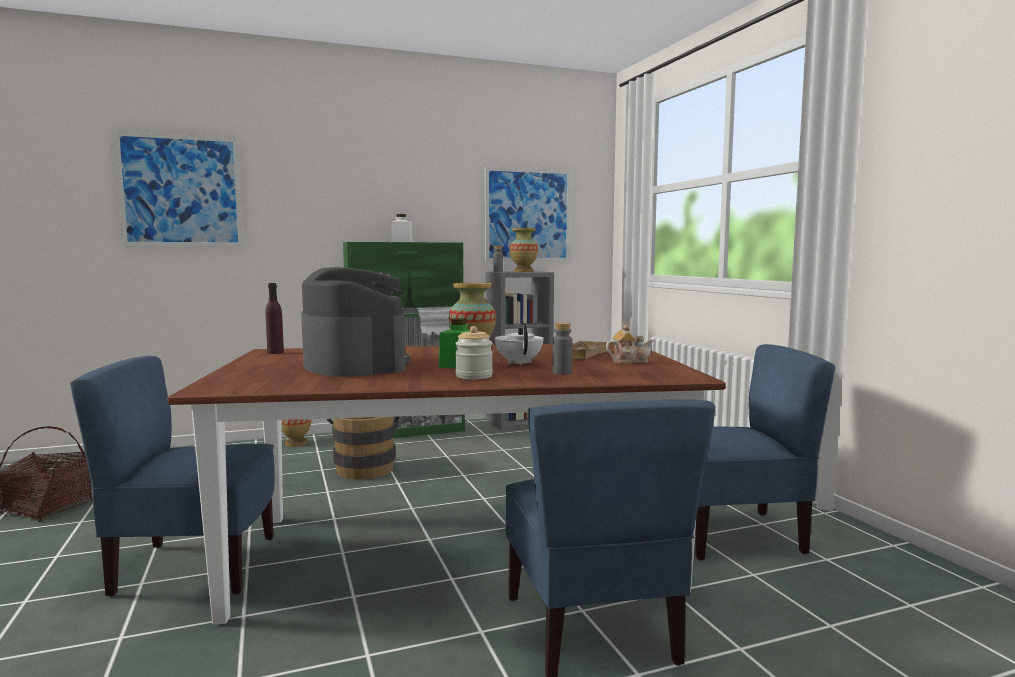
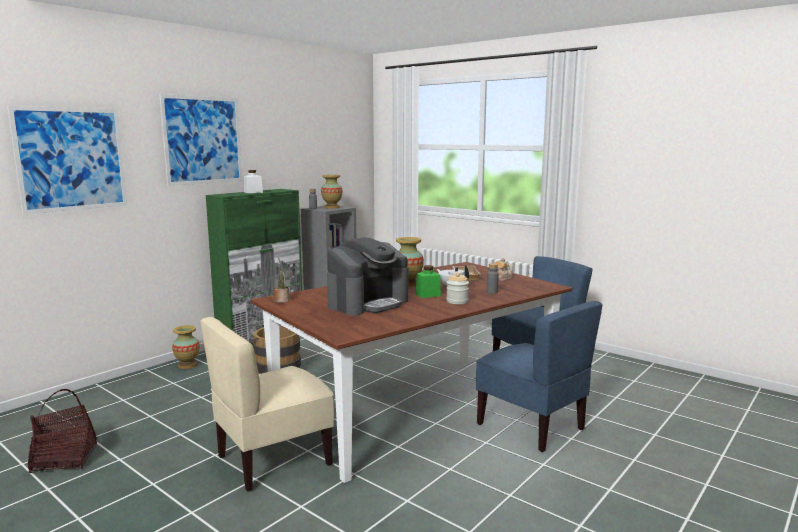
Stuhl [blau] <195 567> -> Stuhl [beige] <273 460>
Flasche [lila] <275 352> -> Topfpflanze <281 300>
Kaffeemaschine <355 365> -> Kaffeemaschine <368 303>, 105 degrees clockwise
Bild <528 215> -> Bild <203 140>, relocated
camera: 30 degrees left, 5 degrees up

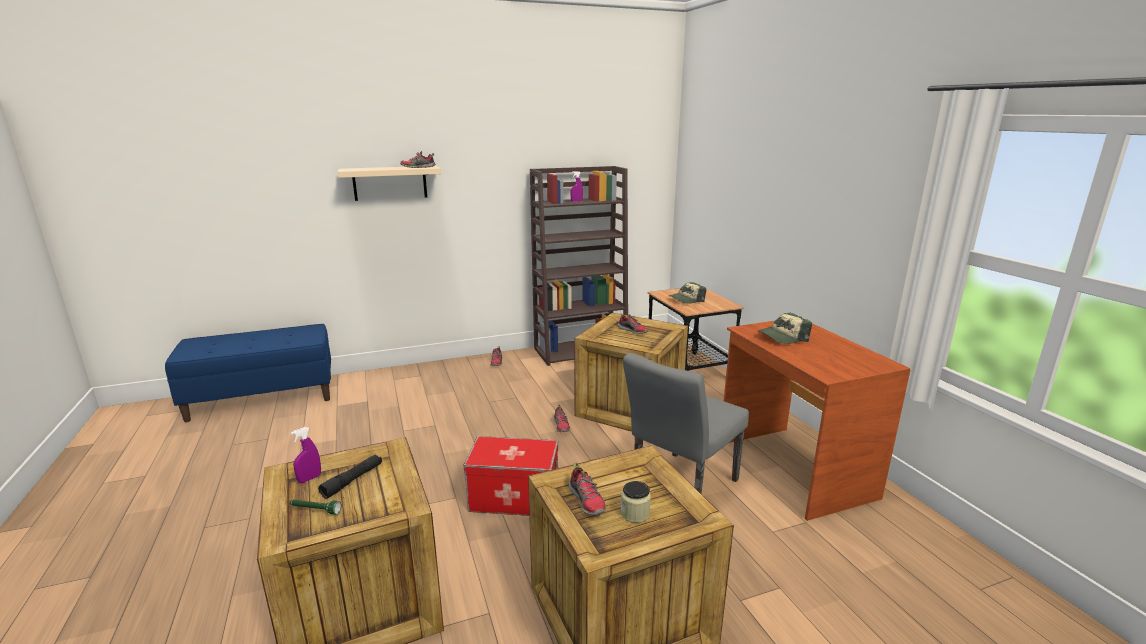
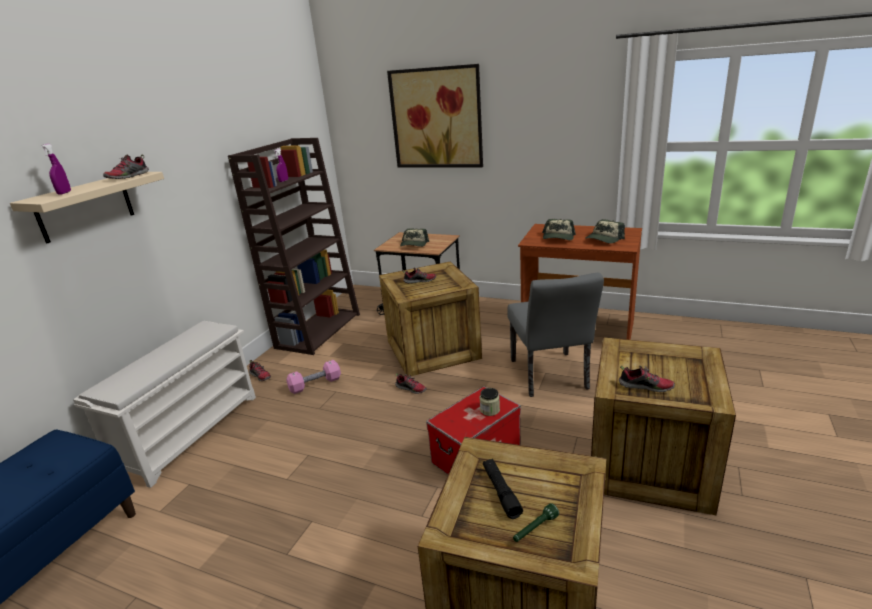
Sprühflasche [lila] <309 478> -> Sprühflasche [lila] <64 193>, relocated
Vorratsglas <635 514> -> Vorratsglas <490 410>, relocated
none -> Schuhregal [weiß] <191 432>
none -> Hantel [rosa] <315 384>
none -> Bild <436 118>
none -> Kappe <604 239>
camera: 45 degrees left, 5 degrees up

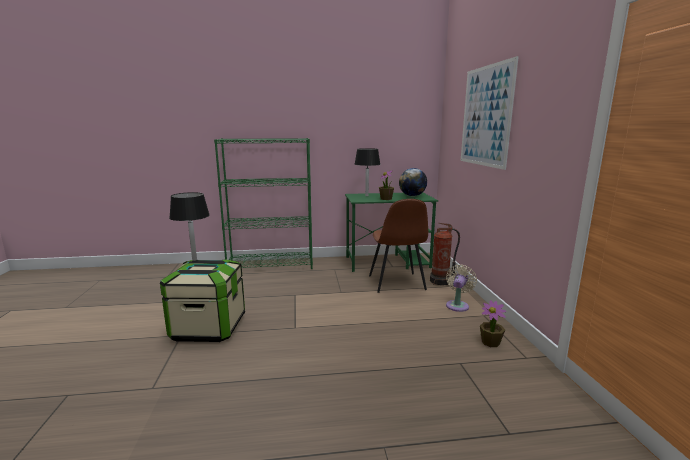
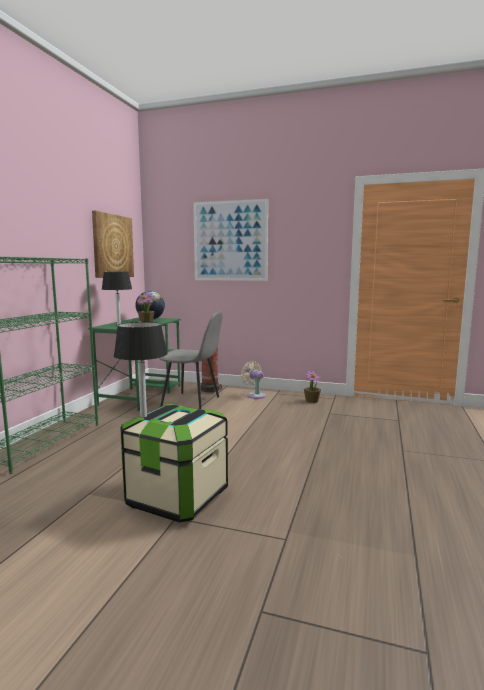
Stuhl [braun] <396 283> -> Stuhl [grau] <192 402>
none -> Bild <112 246>
camera: 65 degrees left, 5 degrees down

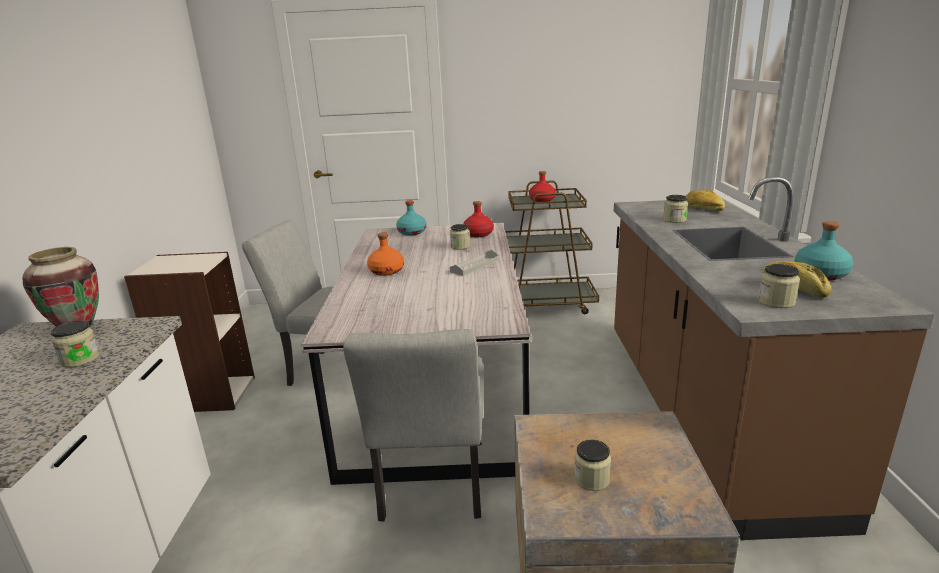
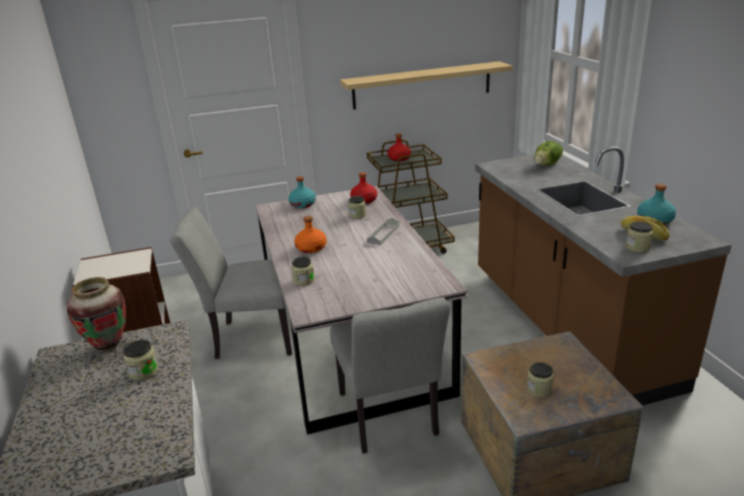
Vorratsglas <674 220> -> Vorratsglas <303 280>, relocated
Brot <702 209> -> Salatkopf <547 165>
none -> Wandregal <422 85>
camera: 15 degrees left, 5 degrees up

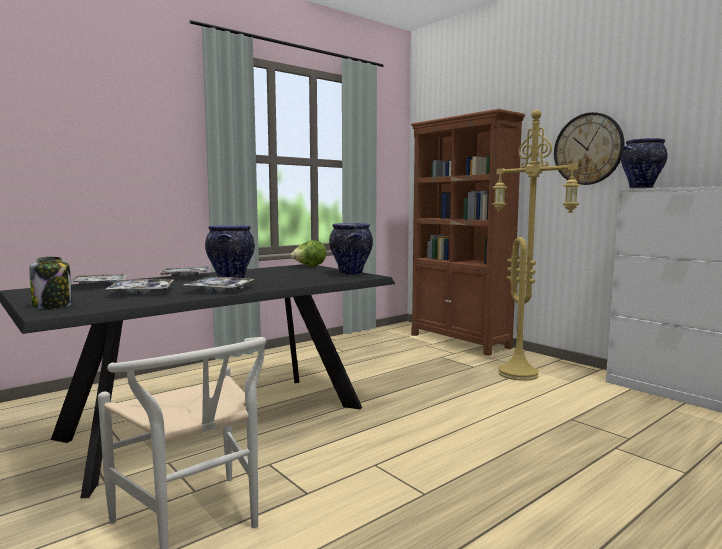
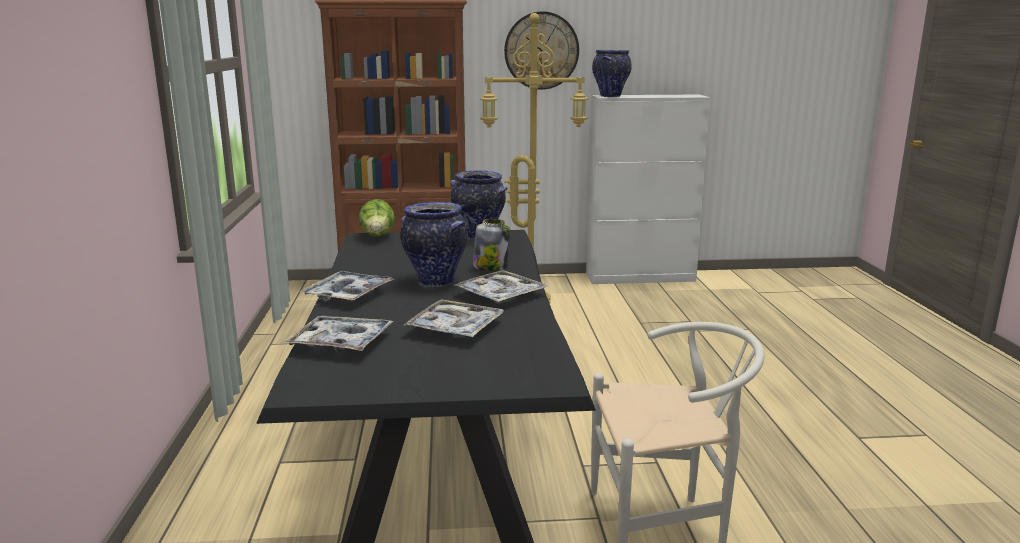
Vorratsglas <53 306> -> Vorratsglas <491 267>, relocated
camera: 55 degrees left, 10 degrees up

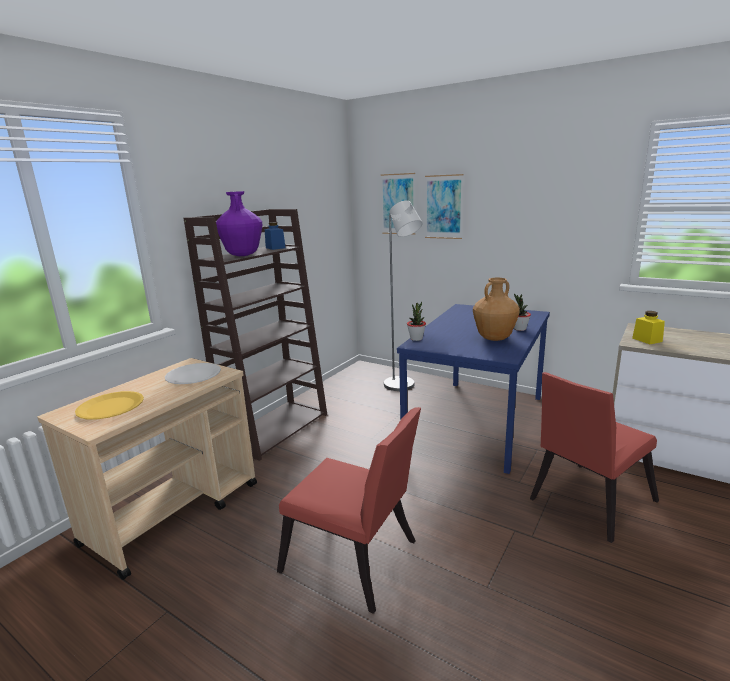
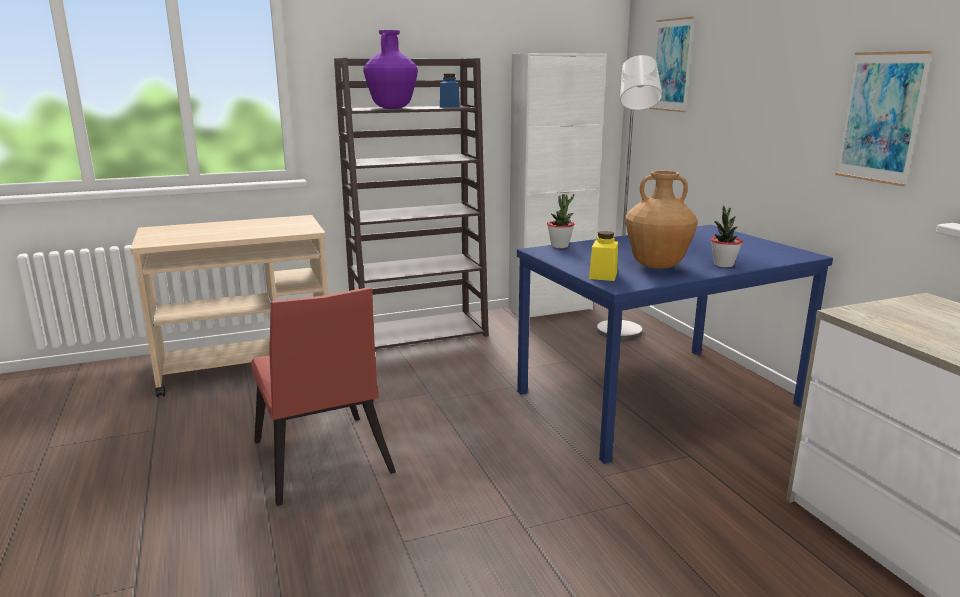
Teller [gelb] <110 407> -> none
Teller [weiß] <193 375> -> none
Bild <443 207> -> Bild <881 117>, relocated
Stuhl [rot] <587 502> -> none
Vorratsglas [gelb] <647 340> -> Vorratsglas [gelb] <603 275>, relocated
none -> Schrank [weiß] <550 308>
camera: 35 degrees right, 0 degrees up

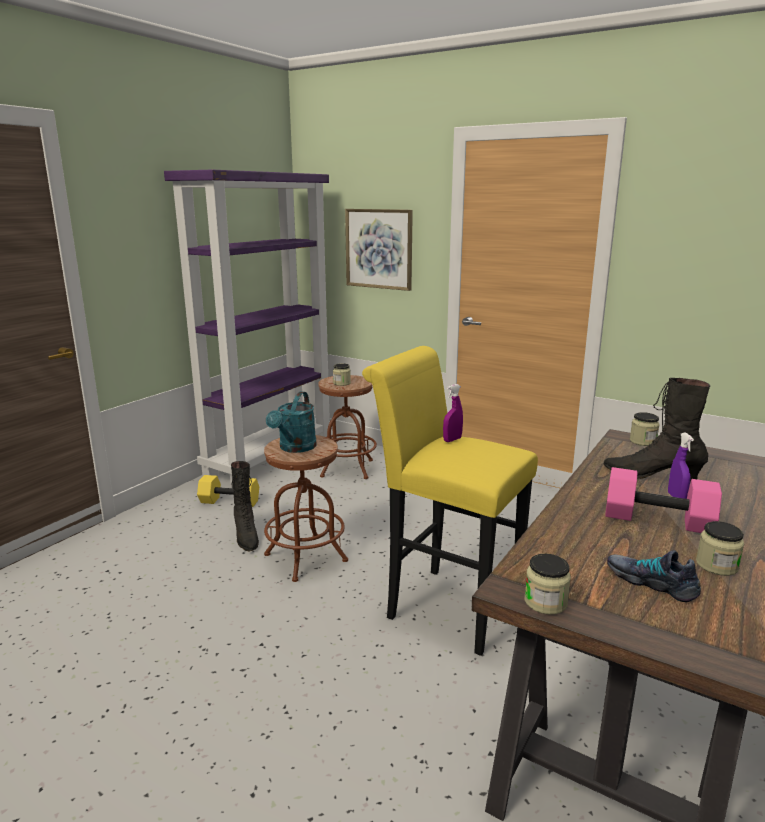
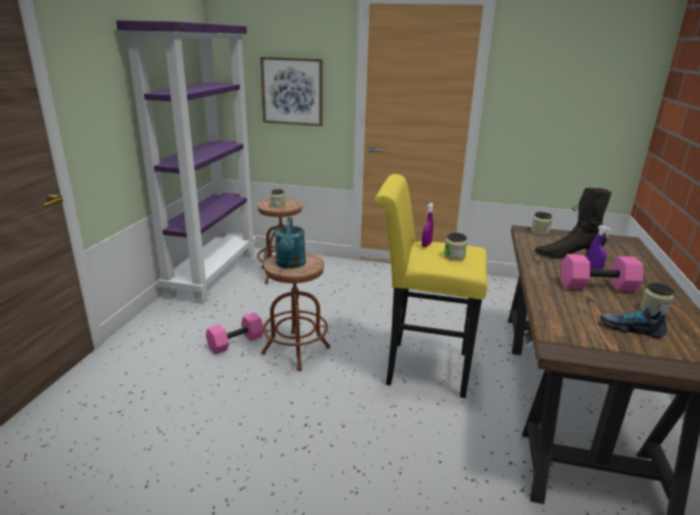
Hantel [gelb] <230 501> -> none
Stiefel [schwarz] <246 537> -> Hantel [rosa] <236 342>
Vorratsglas <545 602> -> Vorratsglas <454 256>, relocated
camera: 20 degrees left, 5 degrees up

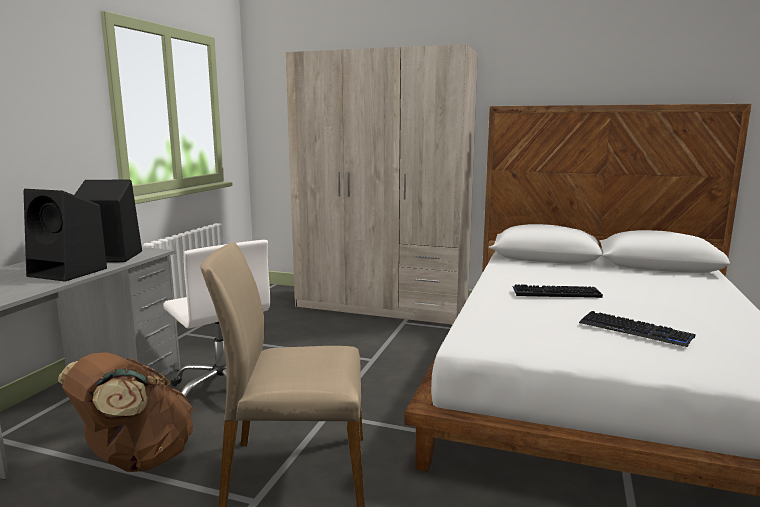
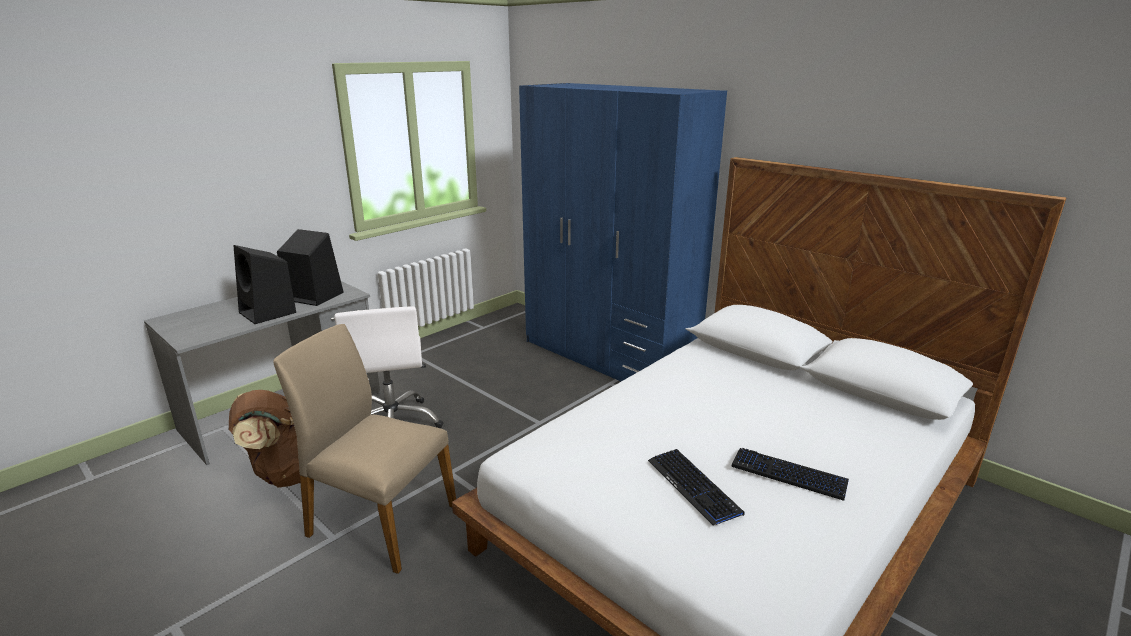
Kleiderschrank [beige] <382 306> -> Kleiderschrank [blau] <608 357>
Tastatur <555 293> -> Tastatur <788 474>, relocated
camera: 25 degrees right, 10 degrees up

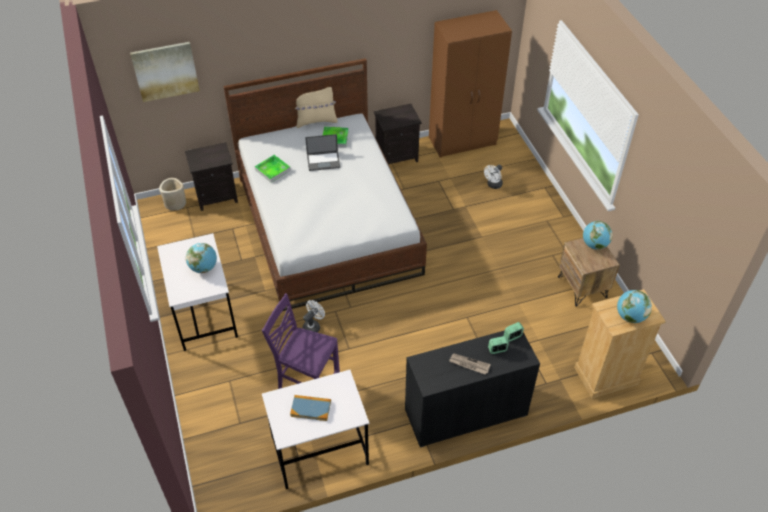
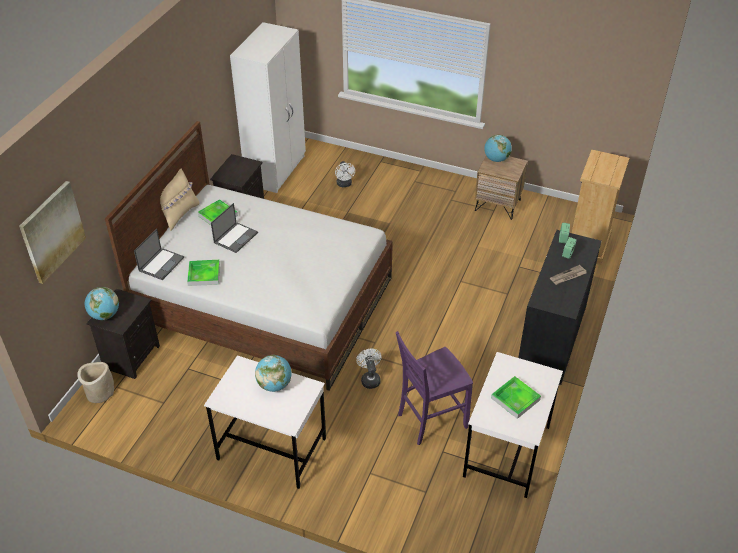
Buch <310 408> -> Tablett <515 399>
Kleiderschrank [braun] <463 141> -> Kleiderschrank [weiß] <276 170>
Globus <630 316> -> Globus <105 315>, relocated
none -> Laptop <161 263>
camera: 50 degrees left, 5 degrees down

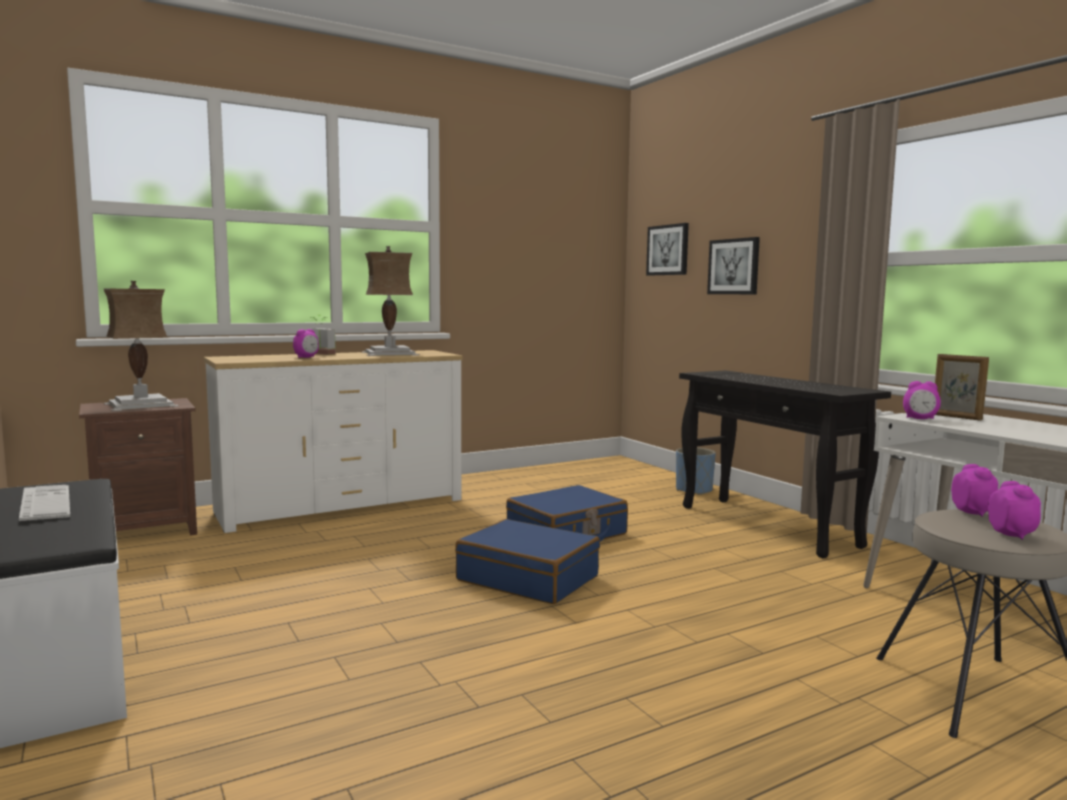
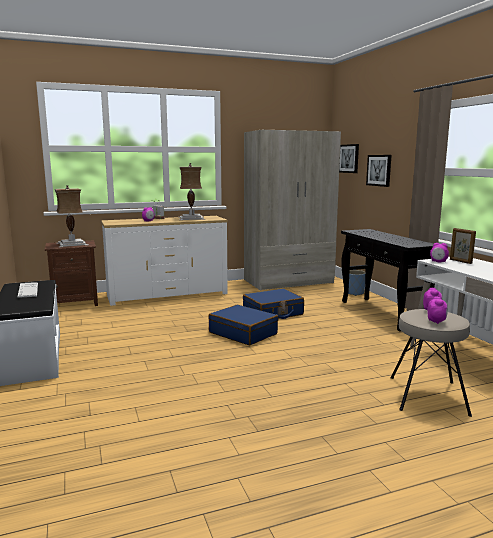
none -> Kleiderschrank [beige] <289 281>
camera: 10 degrees right, 5 degrees up

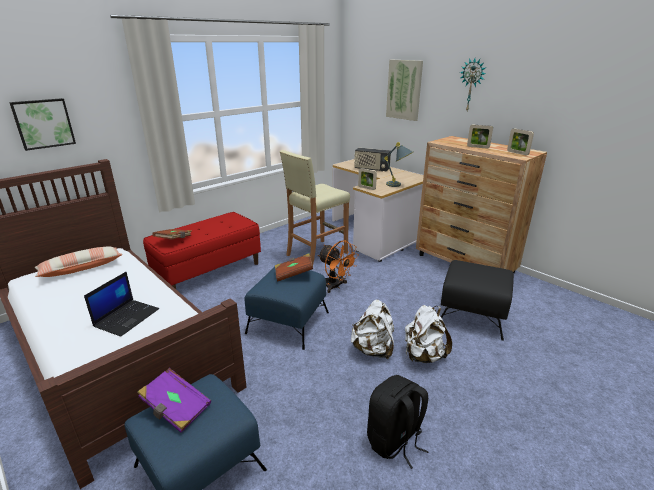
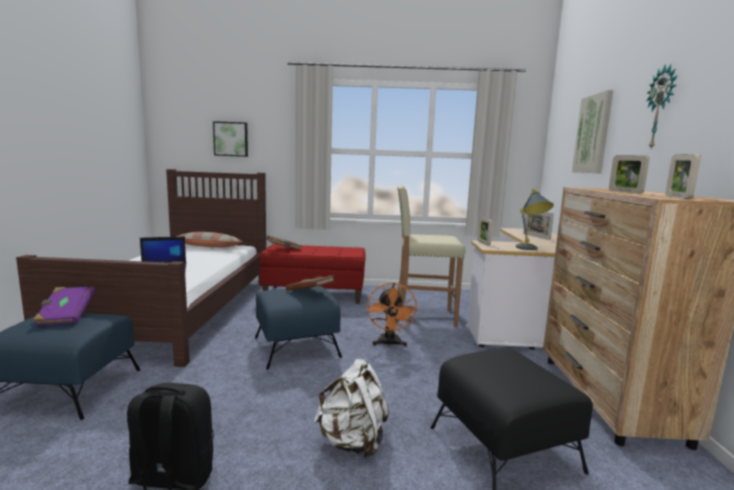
Rucksack [weiß] <373 349> -> none
Radio <371 169> -> Bilderrahmen <536 236>
camera: 45 degrees right, 15 degrees down

